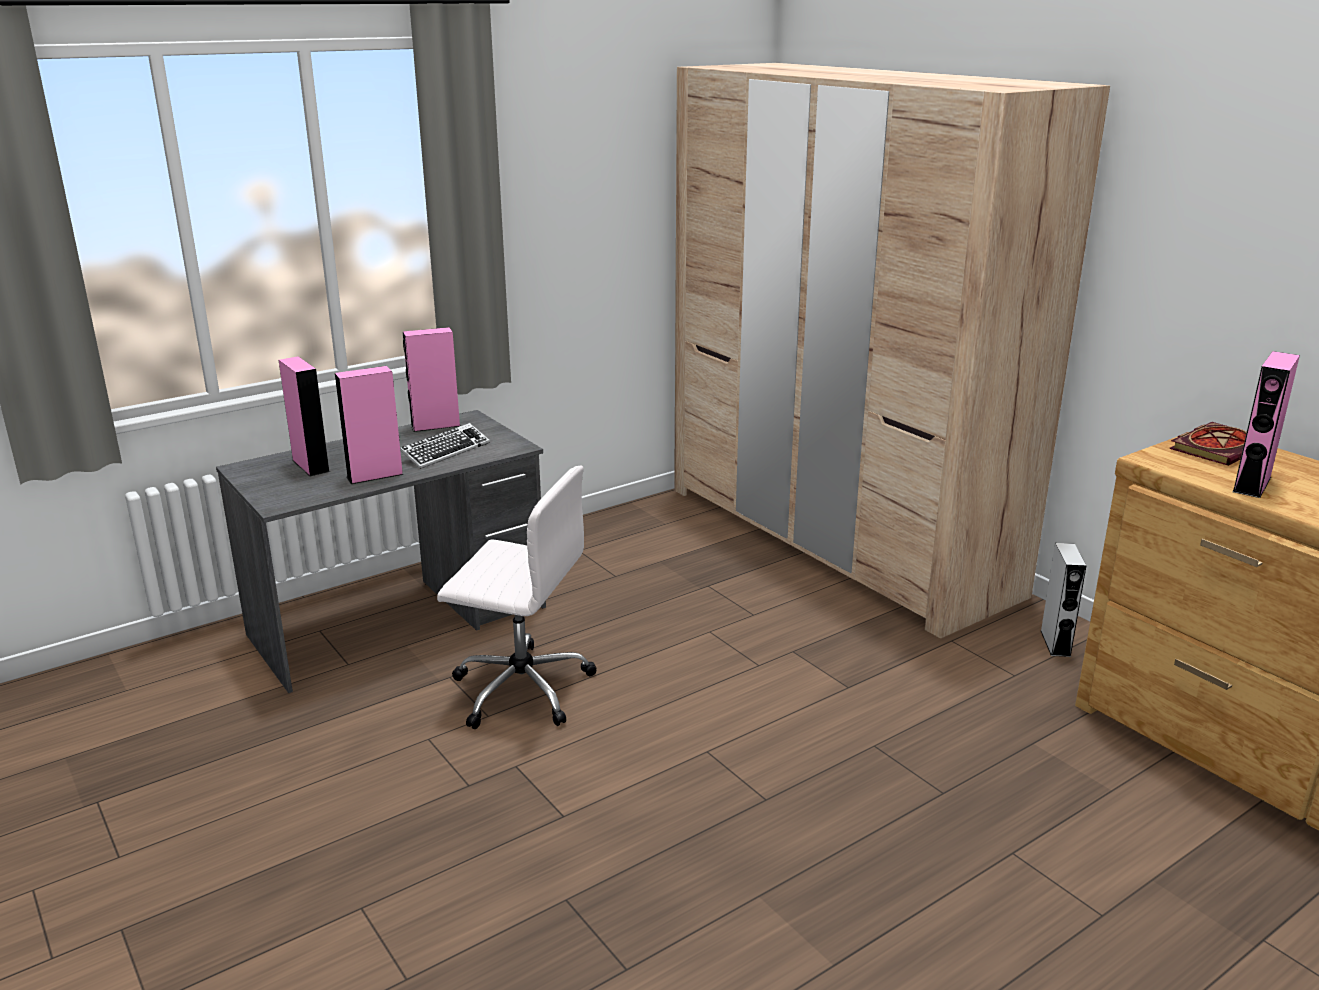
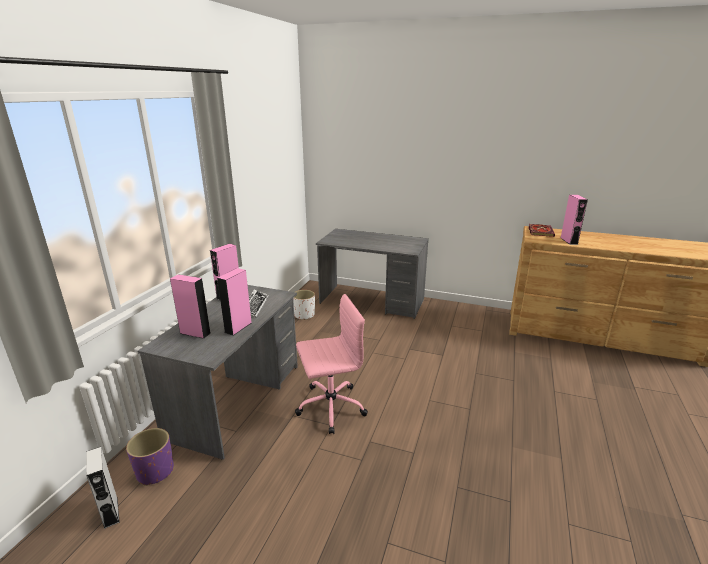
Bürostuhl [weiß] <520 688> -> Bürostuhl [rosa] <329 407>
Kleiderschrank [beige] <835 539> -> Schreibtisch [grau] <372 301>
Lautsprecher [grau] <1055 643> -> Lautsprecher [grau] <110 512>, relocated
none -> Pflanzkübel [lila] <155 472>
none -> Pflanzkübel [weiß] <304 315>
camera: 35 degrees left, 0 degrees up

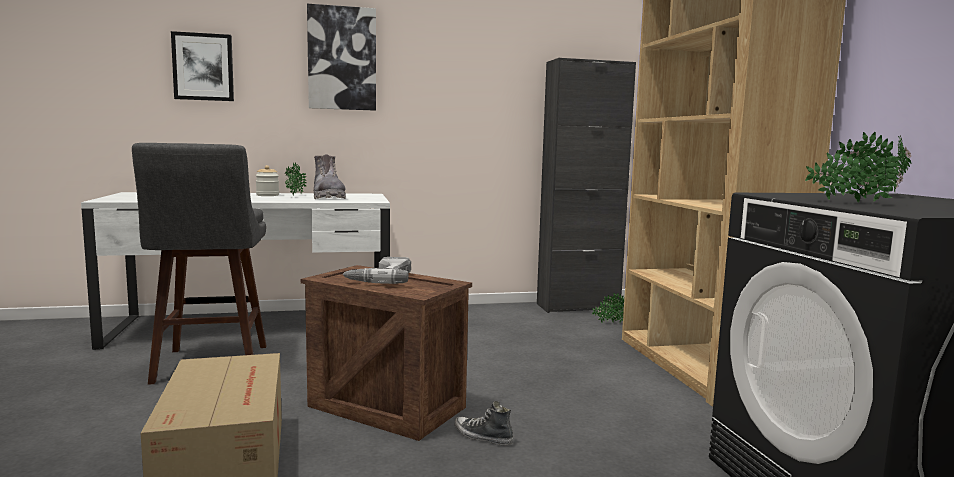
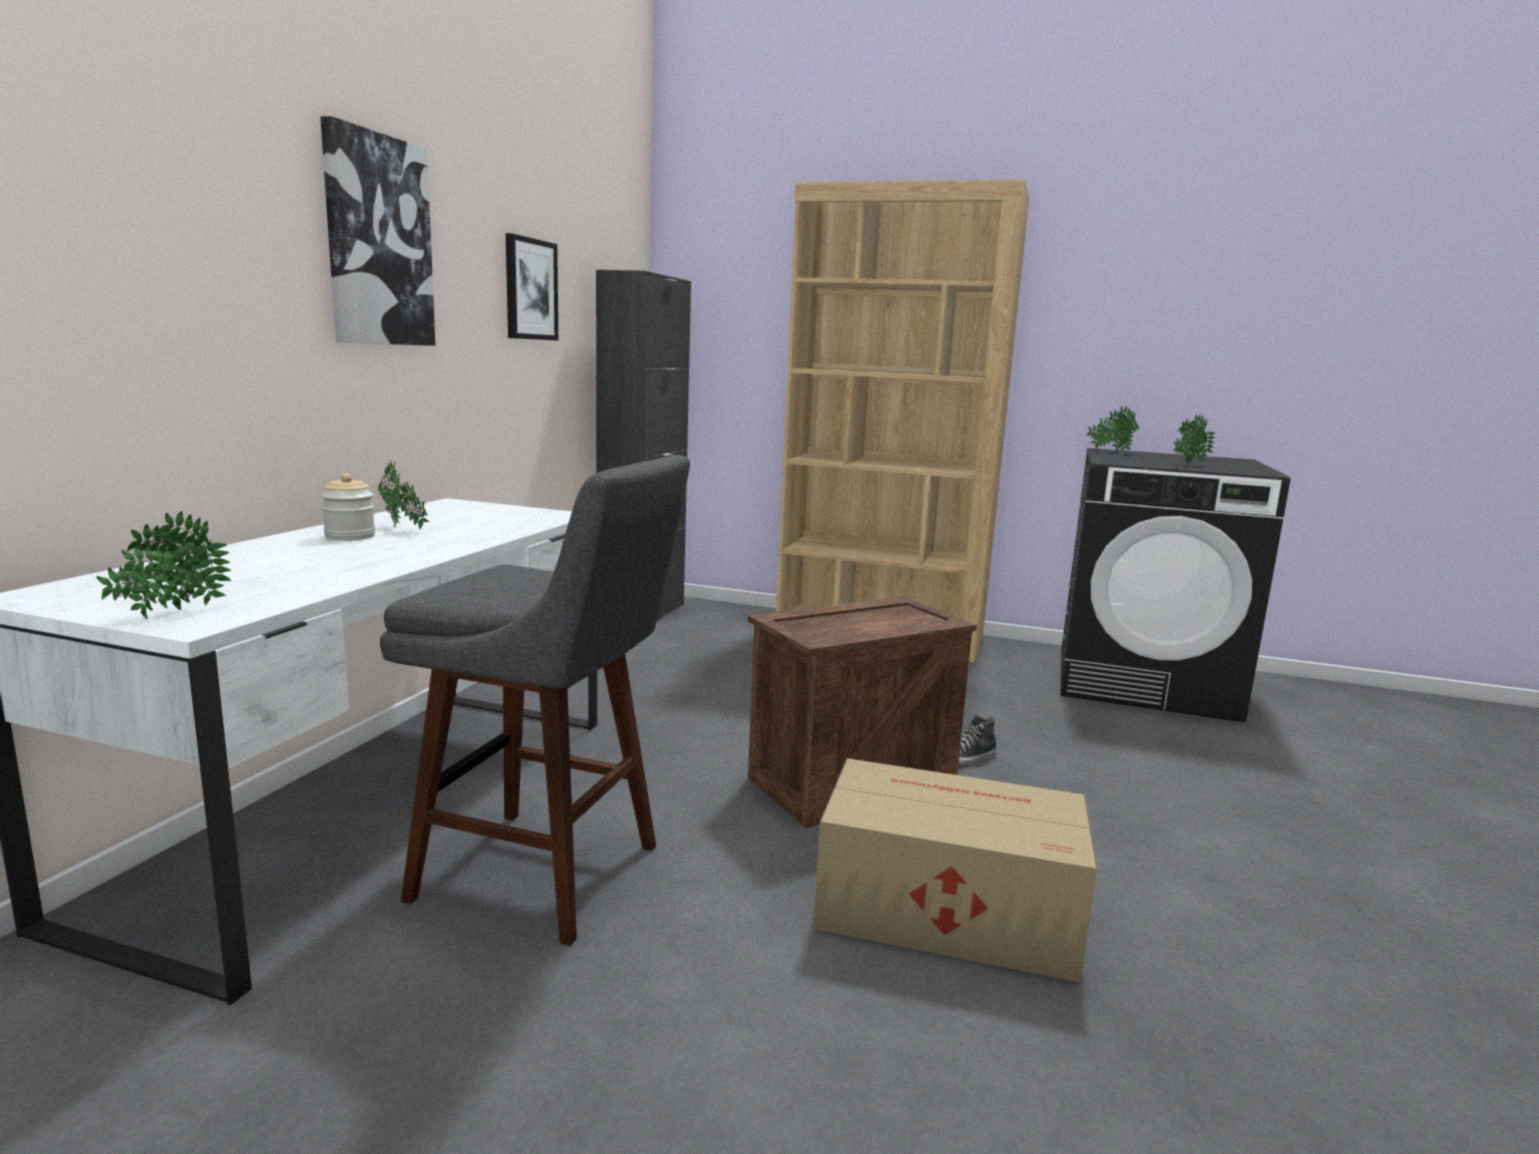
Bild <203 67> -> Bild <530 289>, relocated
Stiefel [grau] <328 197> -> none
Bohrmaschine <380 279> -> none
Topfpflanze <609 323> -> Topfpflanze <169 614>, relocated
camera: 60 degrees left, 5 degrees up

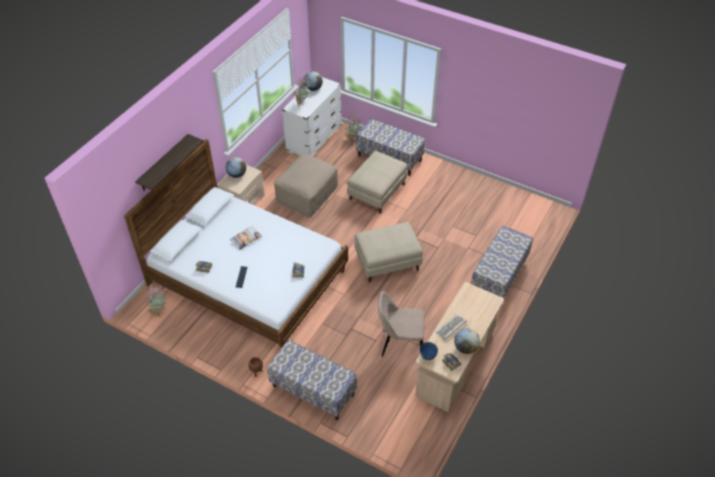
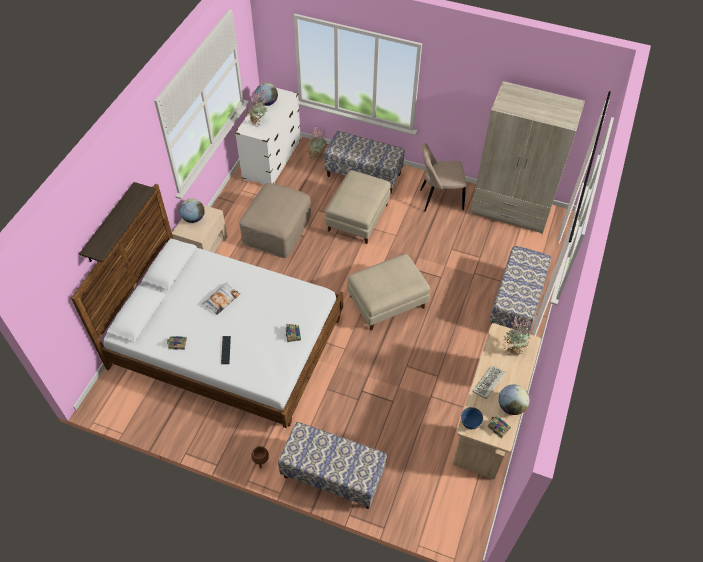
Topfpflanze <159 311> -> Topfpflanze <513 348>, relocated
Stuhl [beige] <400 345> -> Stuhl [beige] <439 199>, relocated
none -> Kleiderschrank [beige] <510 210>
camera: 10 degrees left, 5 degrees up

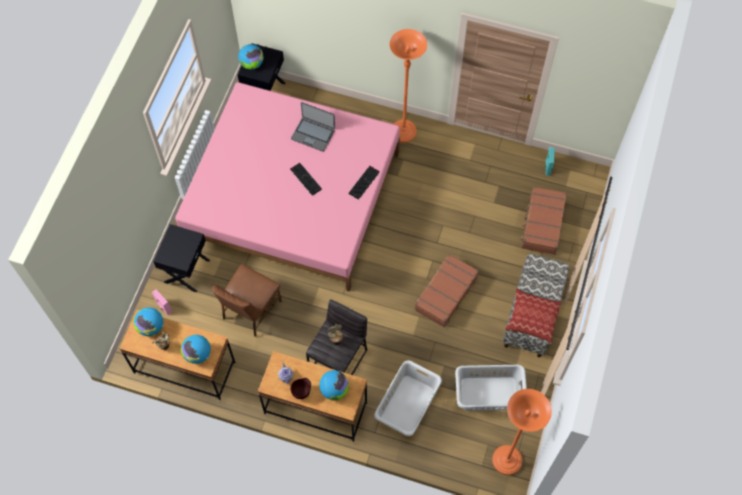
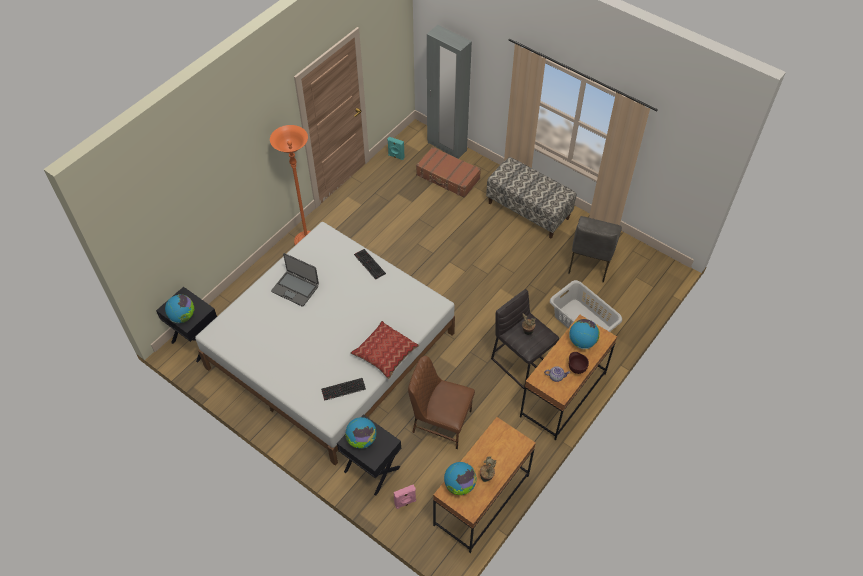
Bett [rosa] <293 196> -> Bett [weiß] <331 350>
Globus <197 354> -> Globus <361 440>, relocated
Stuhl [braun] <250 310> -> Stuhl [braun] <440 422>, 150 degrees clockwise
Tastatur <305 179> -> Tastatur <343 390>, relocated
Laptop <313 134> -> Laptop <295 288>, 75 degrees clockwise
Koffer [braun] <445 293> -> none
Wäschekorb [grau] <488 393> -> Stuhl [grau] <590 262>
Stehlampe [orange] <507 460> -> none
Kissen <532 318> -> Kissen <385 353>, relocated
none -> Kleiderschrank [grau] <446 147>
camera: 70 degrees left, 10 degrees down

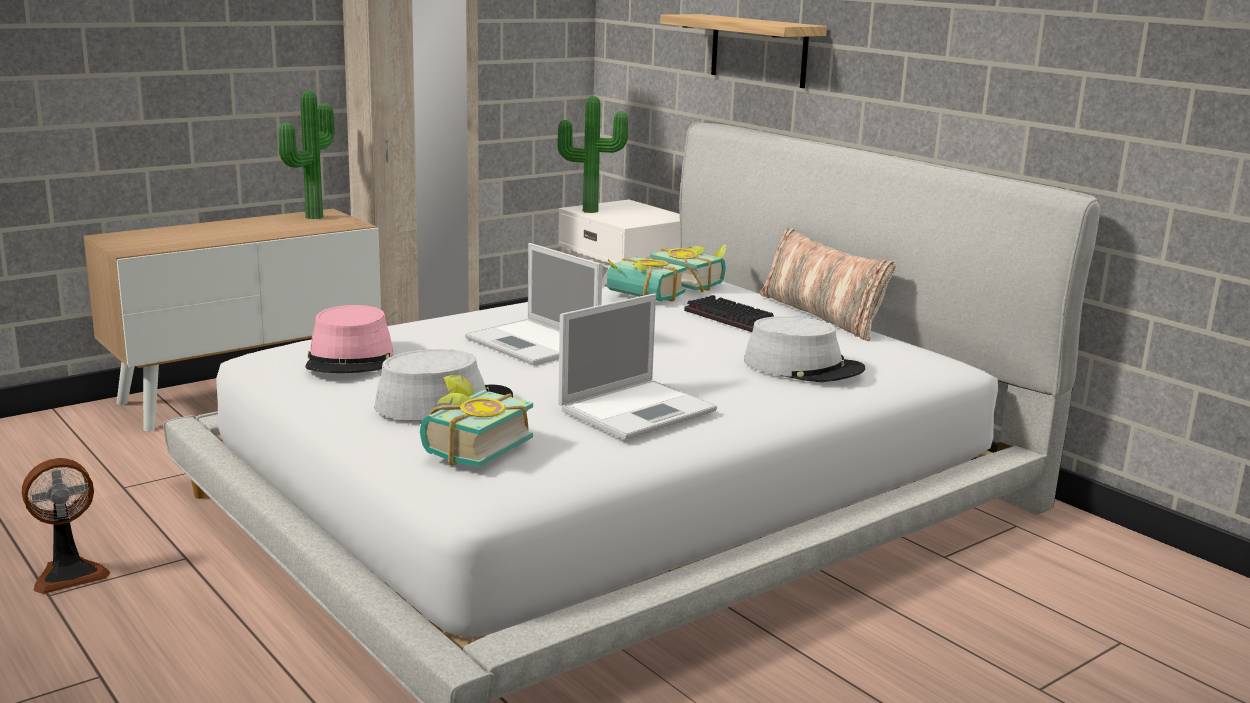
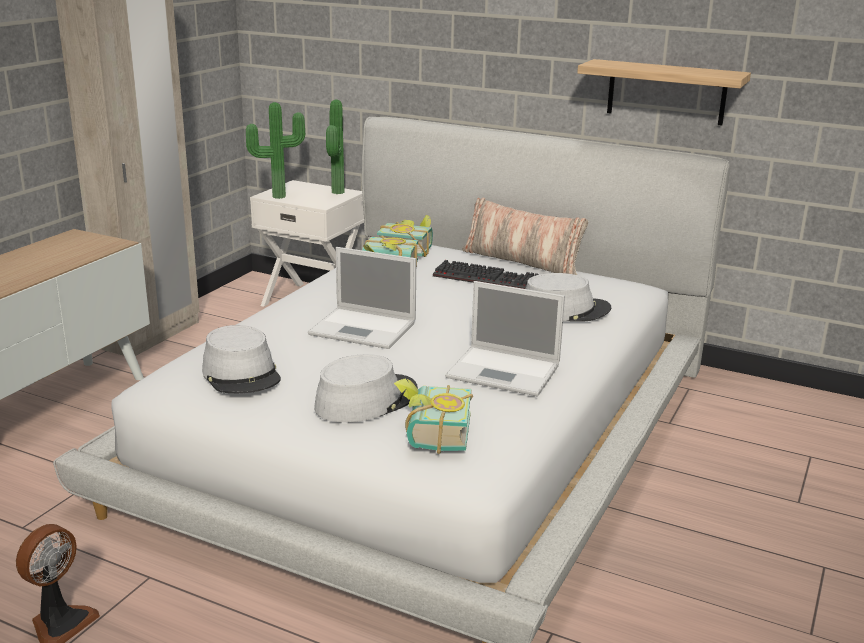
Topfpflanze <311 217> -> Topfpflanze <335 192>, relocated
Hut [rosa] <350 359> -> Hut [grau] <242 374>
Laptop <639 409> -> Laptop <505 371>, 90 degrees clockwise
Wandregal <758 50> -> Wandregal <666 92>, relocated
camera: 25 degrees left, 5 degrees up

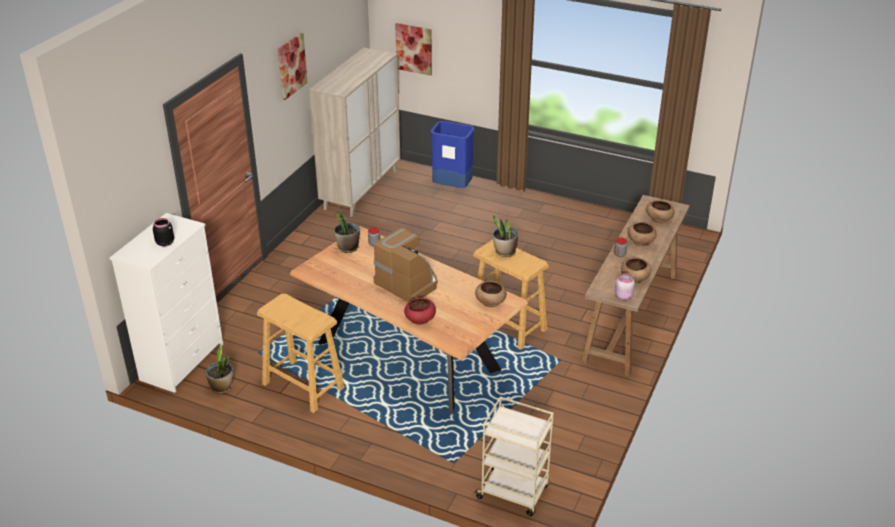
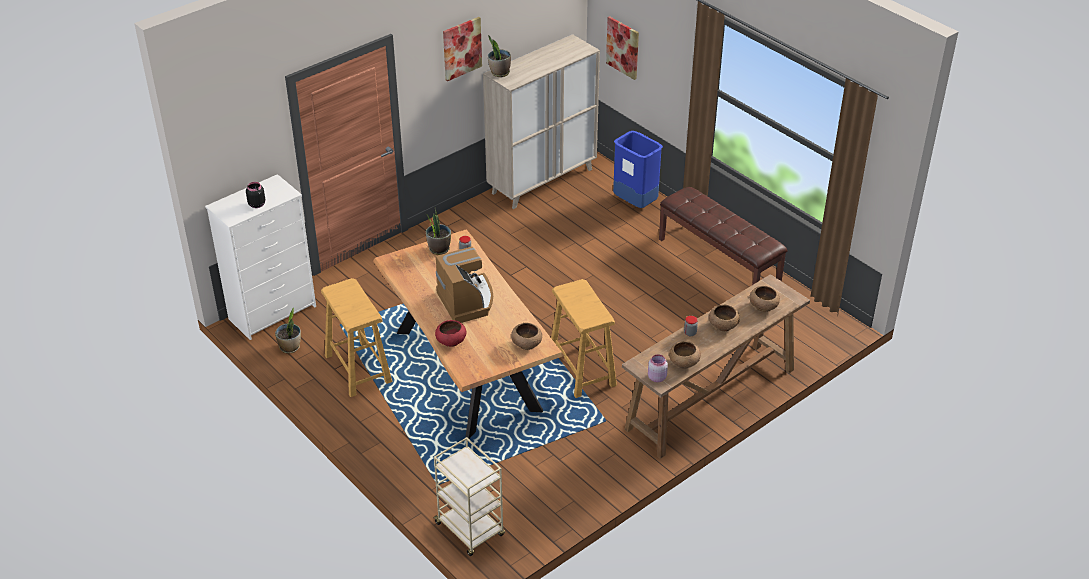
Topfpflanze <504 252> -> Topfpflanze <499 73>, relocated
none -> Bank [braun] <719 262>
camera: 25 degrees right, 5 degrees up

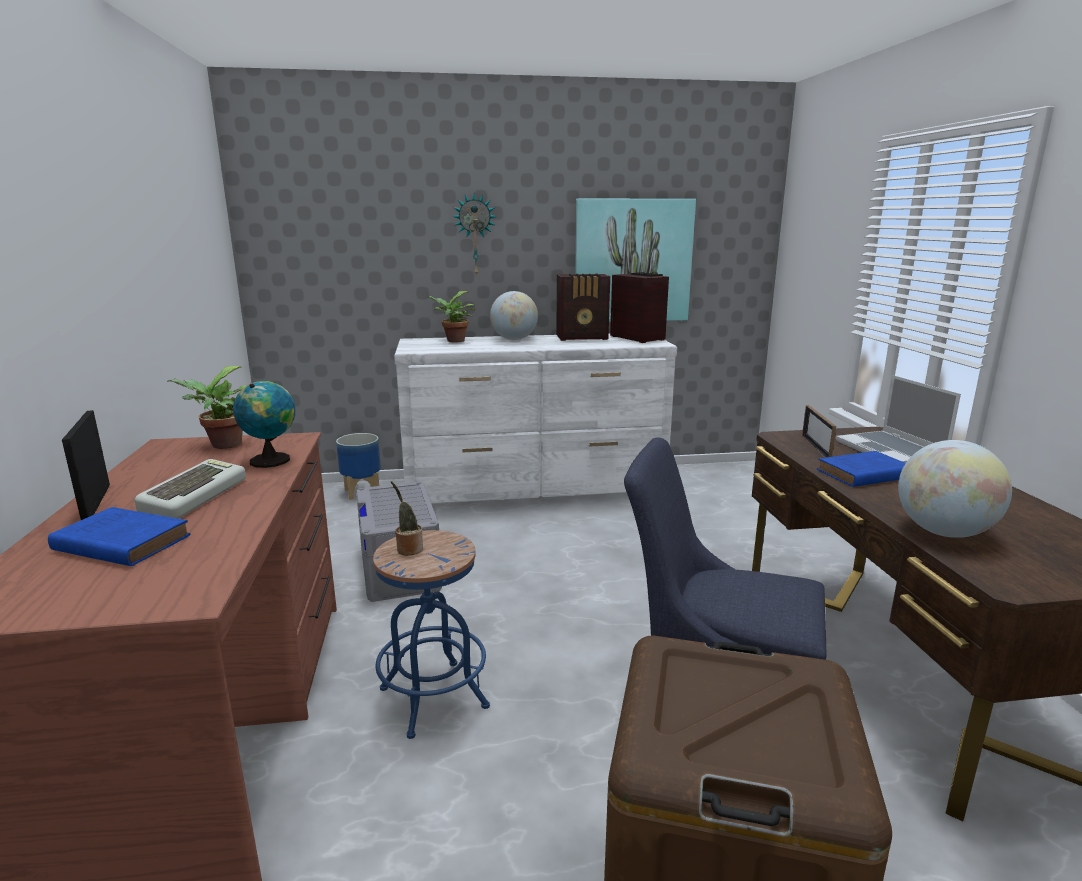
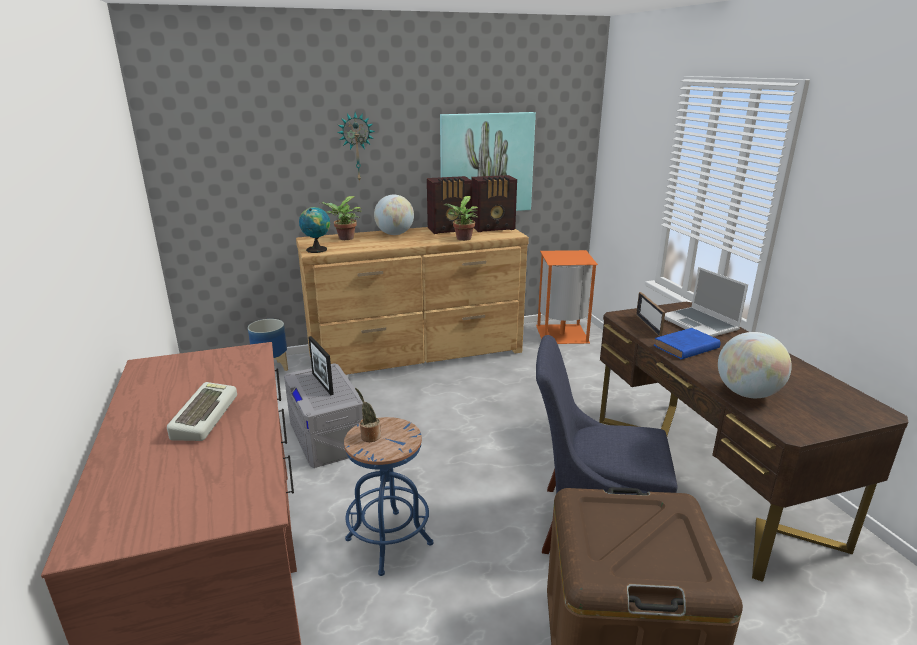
Buch [blau] <119 542> -> none
Bilderrahmen <96 503> -> Bilderrahmen <322 383>, relocated
Topfpflanze <223 445> -> Topfpflanze <462 239>, relocated
Globus <272 460> -> Globus <317 249>, relocated
Kommode [weiß] <535 488> -> Kommode [braun] <417 353>
Radio <637 338> -> Radio <494 228>, 120 degrees clockwise
none -> Mülleimer [orange] <562 334>
camera: 10 degrees left, 5 degrees up

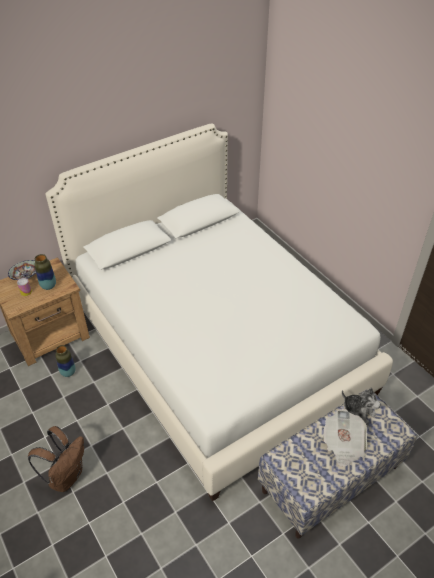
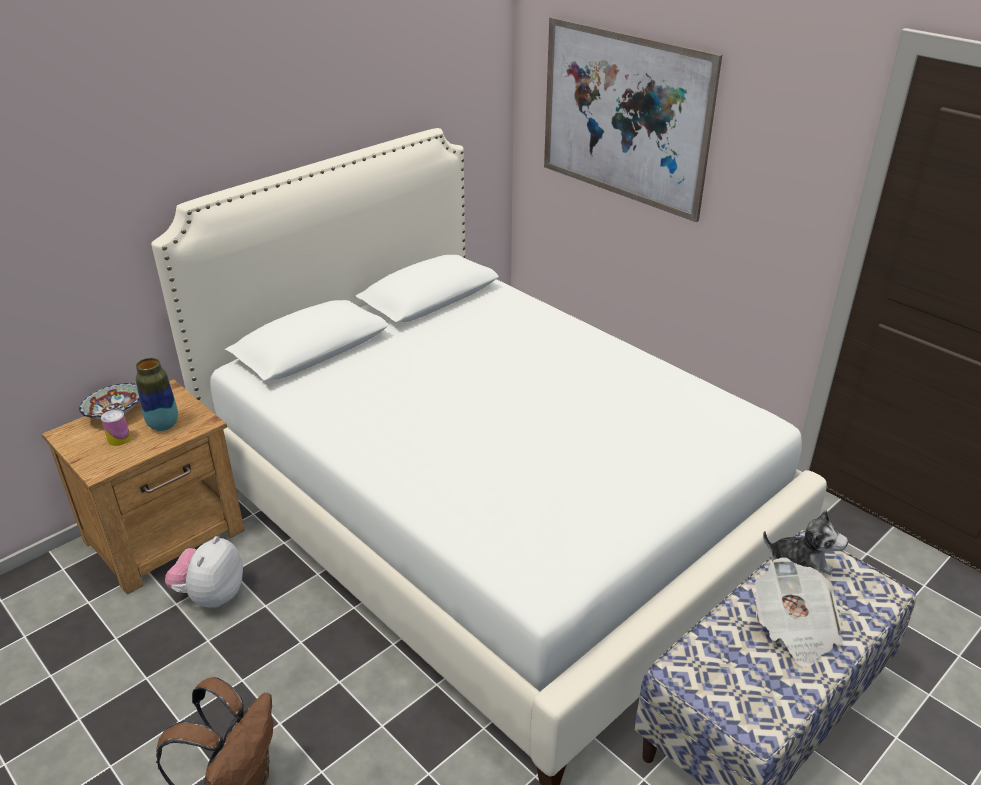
Vase <68 372> -> Plüschtier <211 596>
none -> Bild <624 117>
camera: 10 degrees left, 10 degrees down

